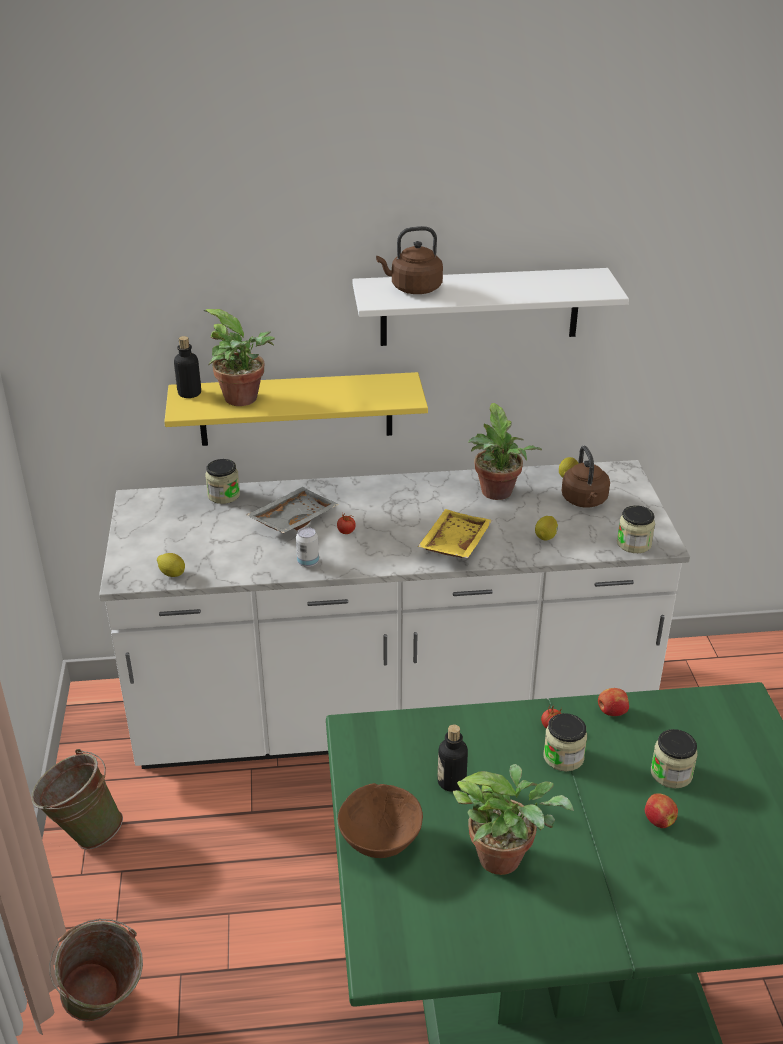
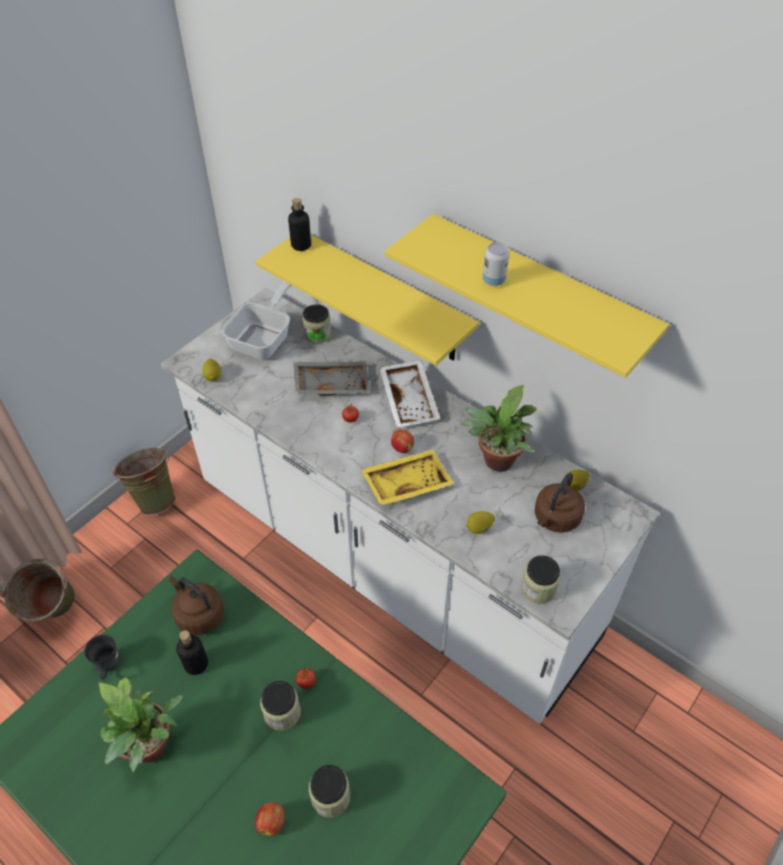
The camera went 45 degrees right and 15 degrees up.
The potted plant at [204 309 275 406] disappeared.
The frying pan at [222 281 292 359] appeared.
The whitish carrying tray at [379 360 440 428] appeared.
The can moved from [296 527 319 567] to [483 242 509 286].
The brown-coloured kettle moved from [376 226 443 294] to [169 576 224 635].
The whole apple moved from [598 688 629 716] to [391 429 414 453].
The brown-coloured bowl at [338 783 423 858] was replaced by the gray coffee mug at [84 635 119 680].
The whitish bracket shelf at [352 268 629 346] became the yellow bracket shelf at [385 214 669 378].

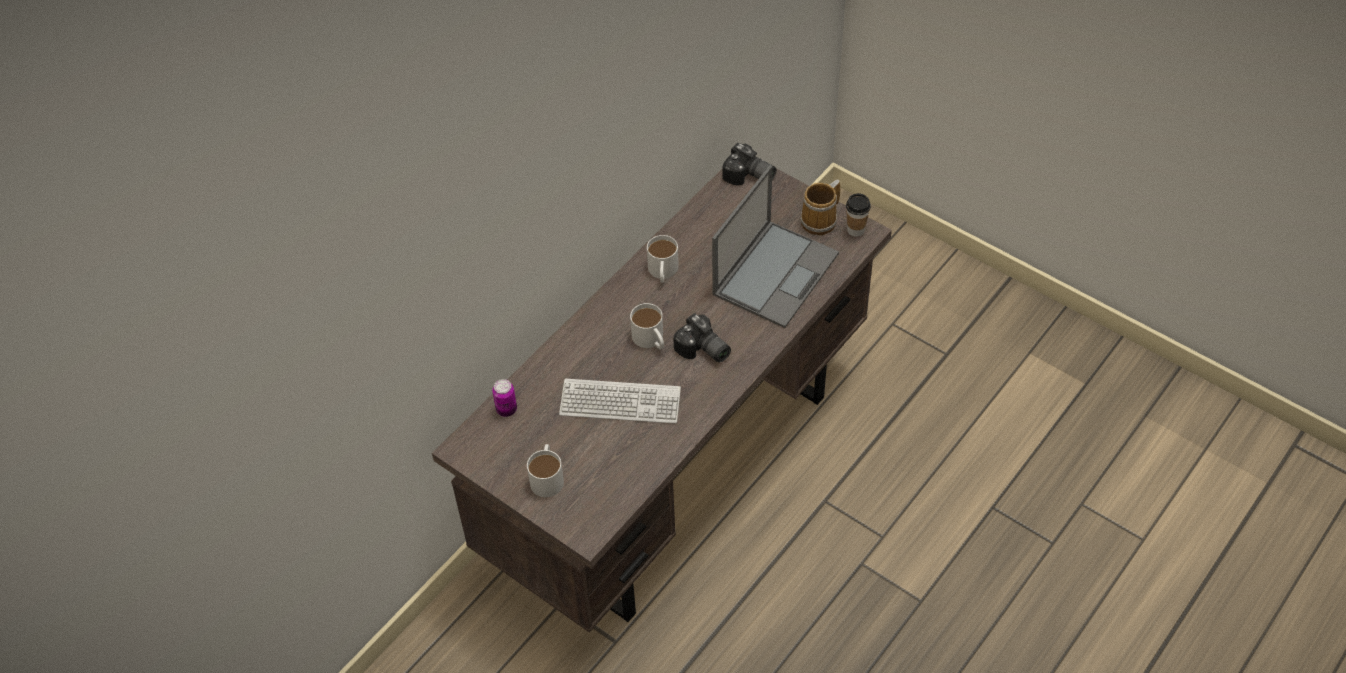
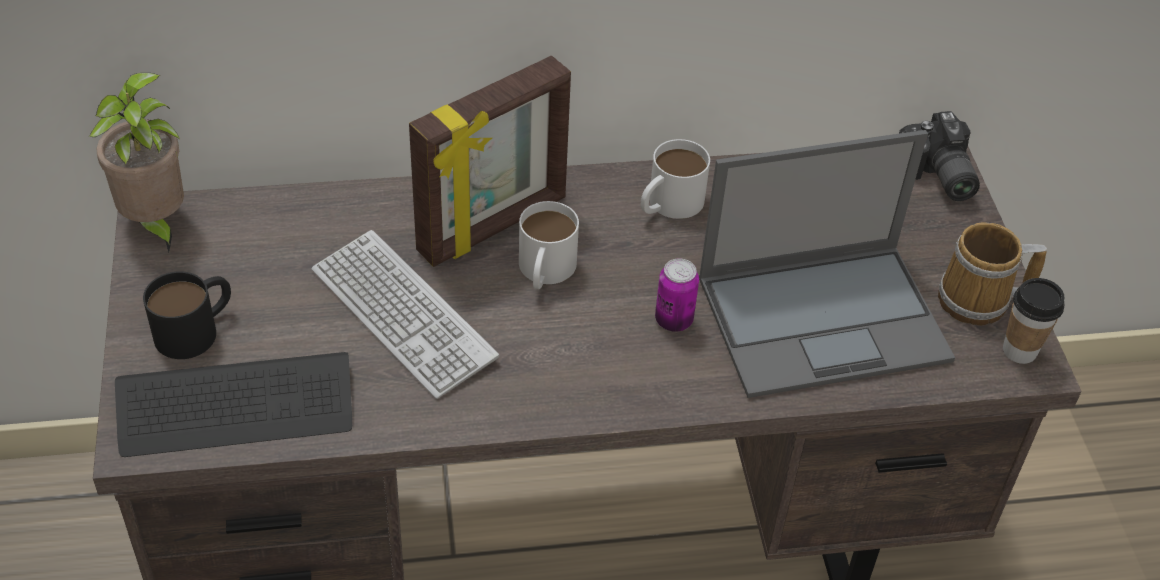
The camera went 40 degrees right and 5 degrees down.
The still camera at [673 313 731 362] disappeared.
The potted plant at [89 73 184 253] appeared.
The keyboard at [115 352 352 457] appeared.
The photo frame at [409 56 571 267] appeared.
The can moved from [492 379 517 417] to [655 258 699 332].
The whitish coffee mug at [527 444 564 497] became the black coffee mug at [143 271 231 359].

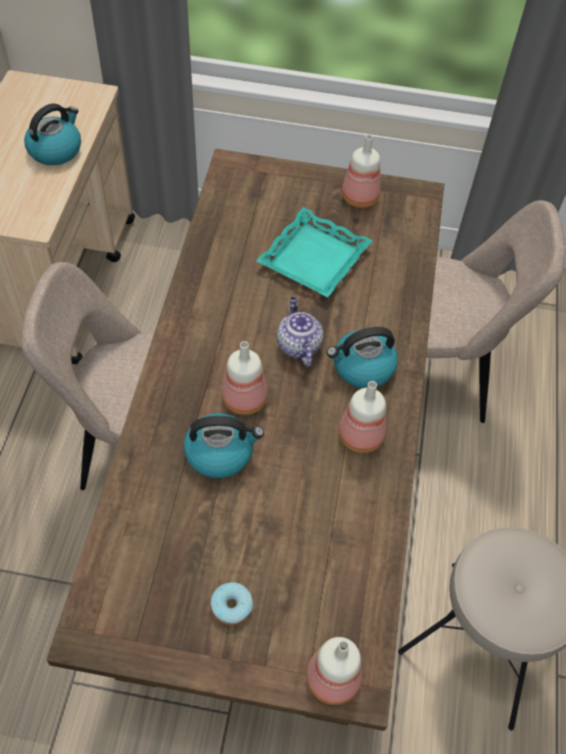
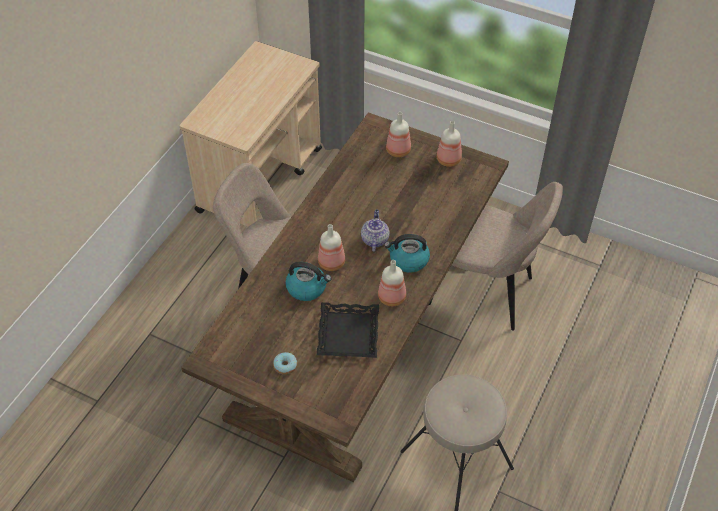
The camera went 20 degrees right and 5 degrees down.
The kettle at [24 103 81 165] disappeared.
The turquoise-coloured carrying tray at [256 207 373 297] disappeared.
The black carrying tray at [316 302 379 358] appeared.
The beverage bottle moved from [306 637 362 705] to [386 112 411 157].

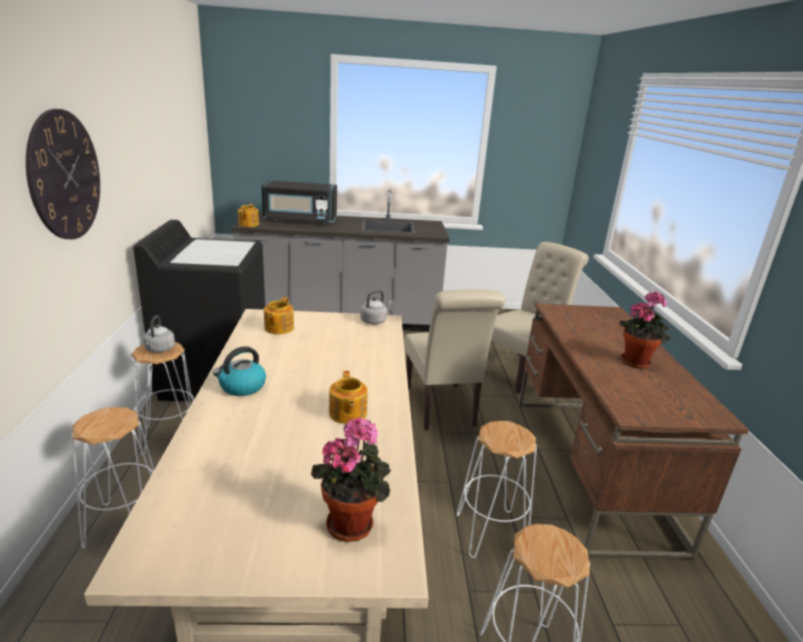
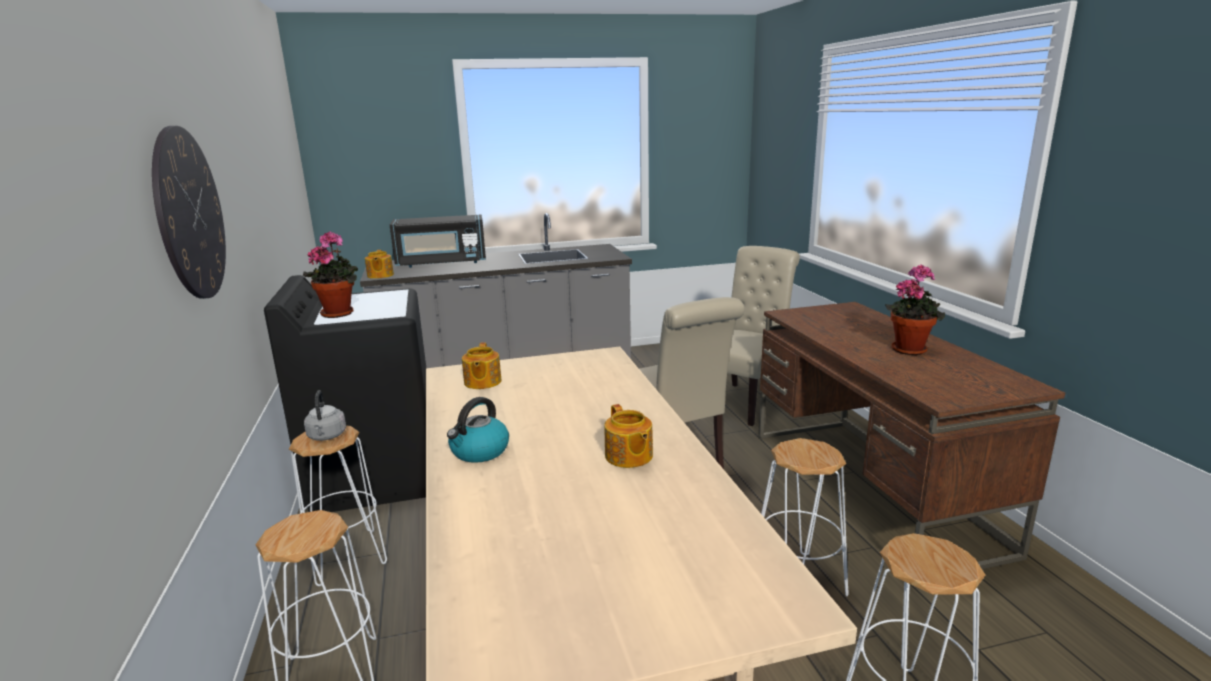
The camera went 10 degrees left and 5 degrees down.
The gray kettle at [360 290 392 324] disappeared.
The potted plant moved from [311 416 391 542] to [303 231 358 318].

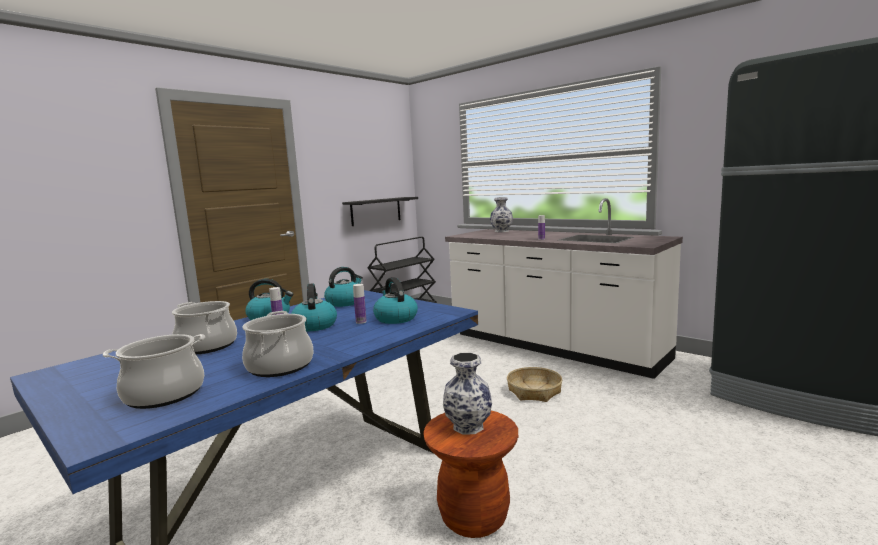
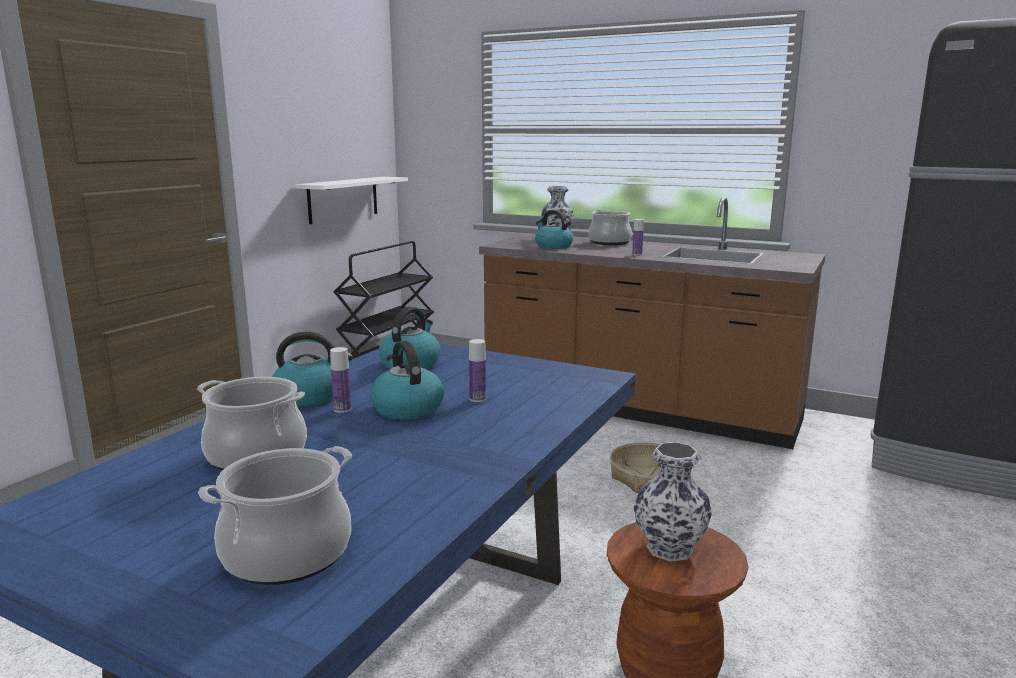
The camera went 15 degrees left and 5 degrees up.
The cooking pot moved from [242 311 314 377] to [588 210 632 245].
The kettle moved from [373 277 418 324] to [535 210 573 249].
The black bracket shelf at [342 197 418 226] became the whitish bracket shelf at [296 177 408 224].
The whitish kitchen counter at [445 198 683 379] became the brown-coloured kitchen counter at [479 197 826 449].

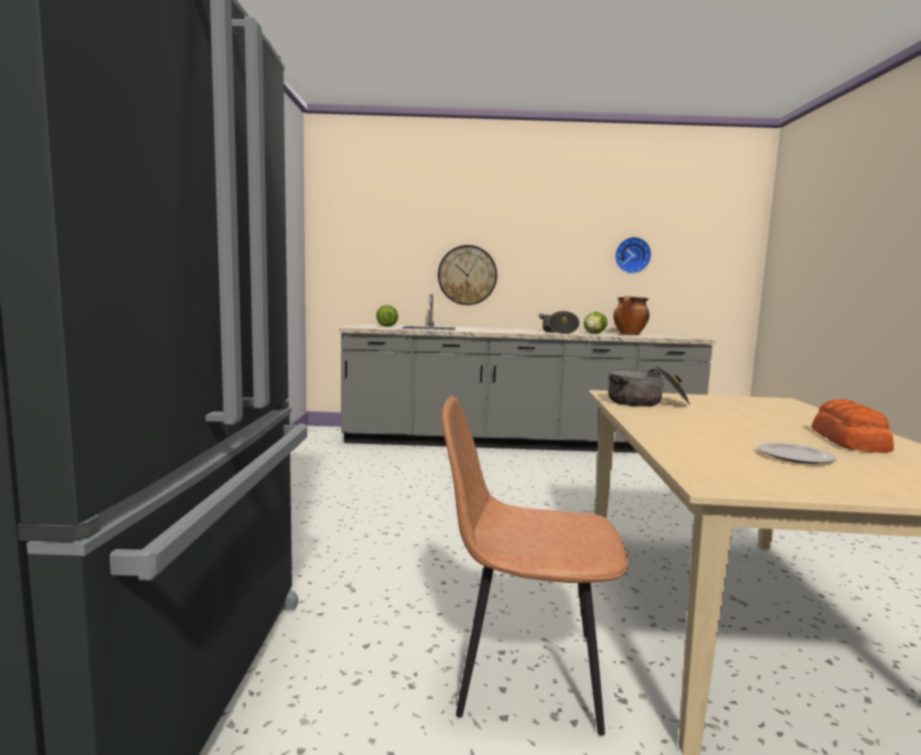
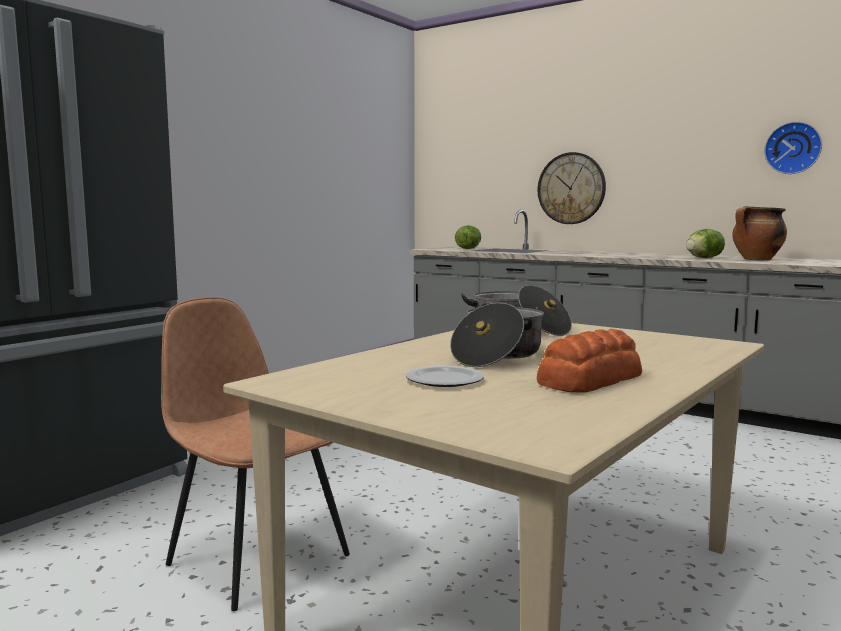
The camera went 35 degrees right and 0 degrees up.
The cooking pot moved from [539 311 579 334] to [450 303 544 367].

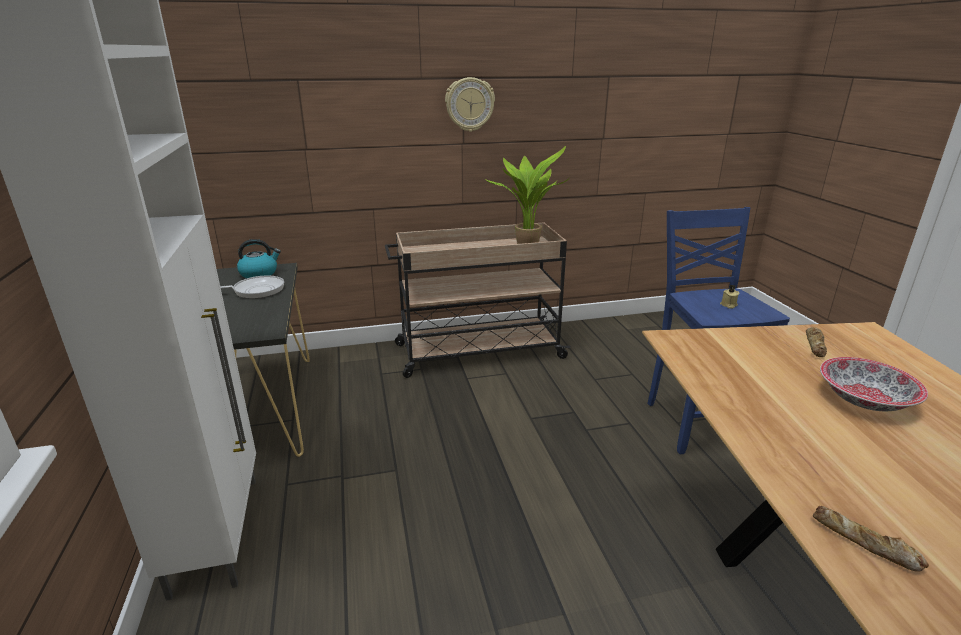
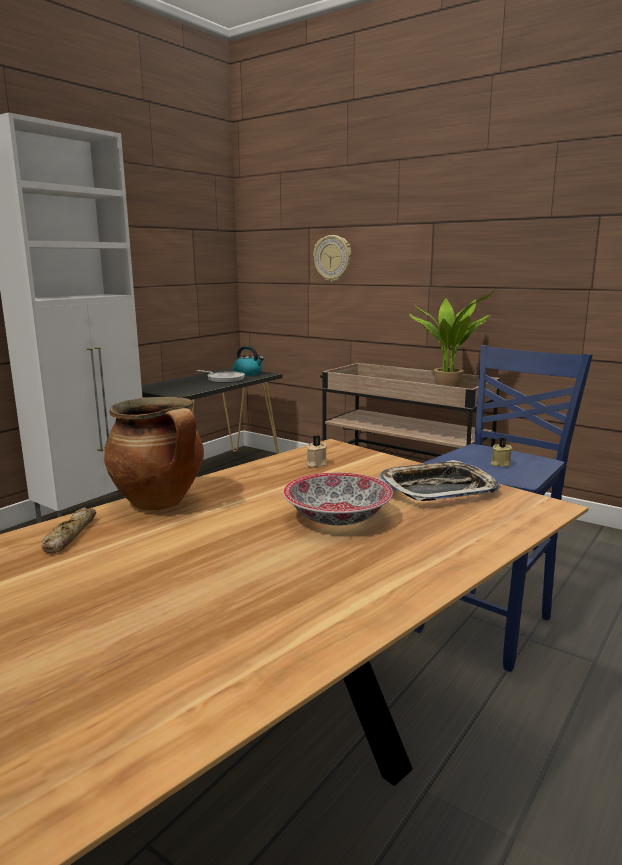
The camera went 50 degrees right and 10 degrees down.
The cooking pot at [104 397 204 511] appeared.
The beige wax candle at [307 435 327 468] appeared.
The hanging clock moved from [445 77 495 132] to [313 235 351 282].
The baked bread at [806 327 827 357] was replaced by the carrying tray at [378 460 501 501].

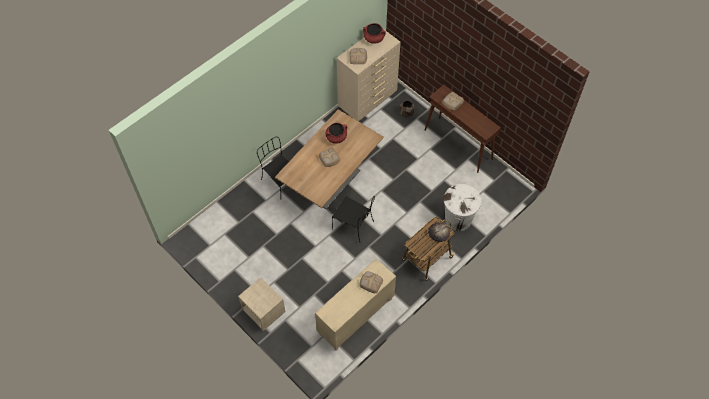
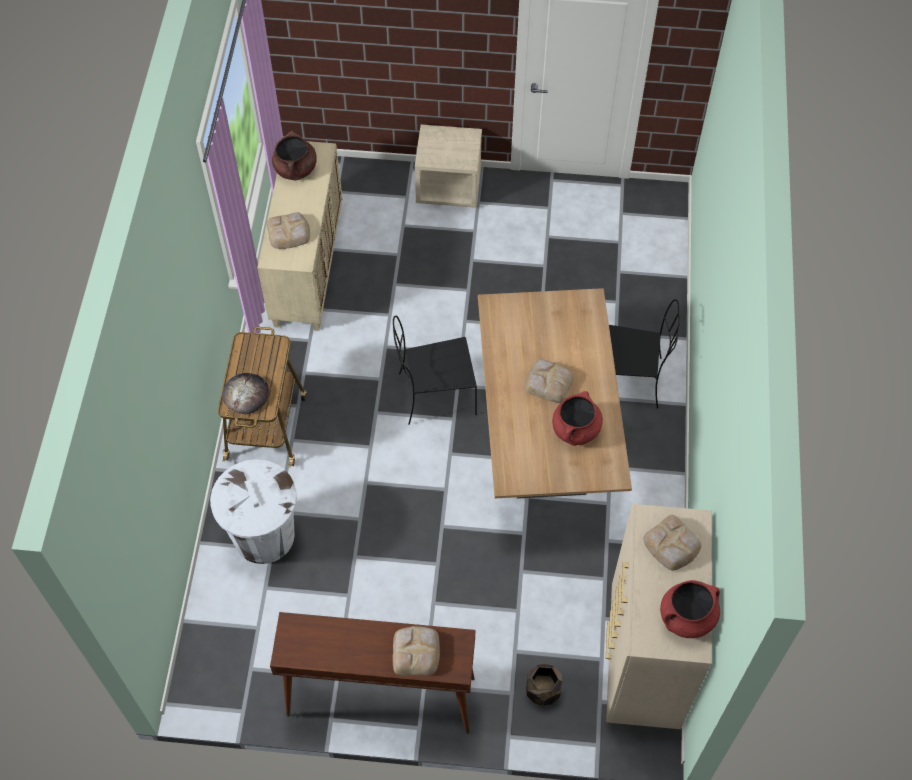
The camera went 140 degrees right and 0 degrees up.
The brown-coloured cooking pot at [272 131 317 181] appeared.

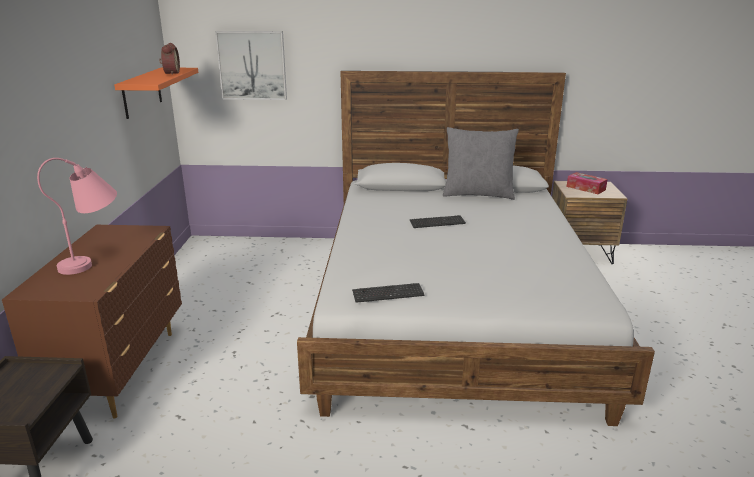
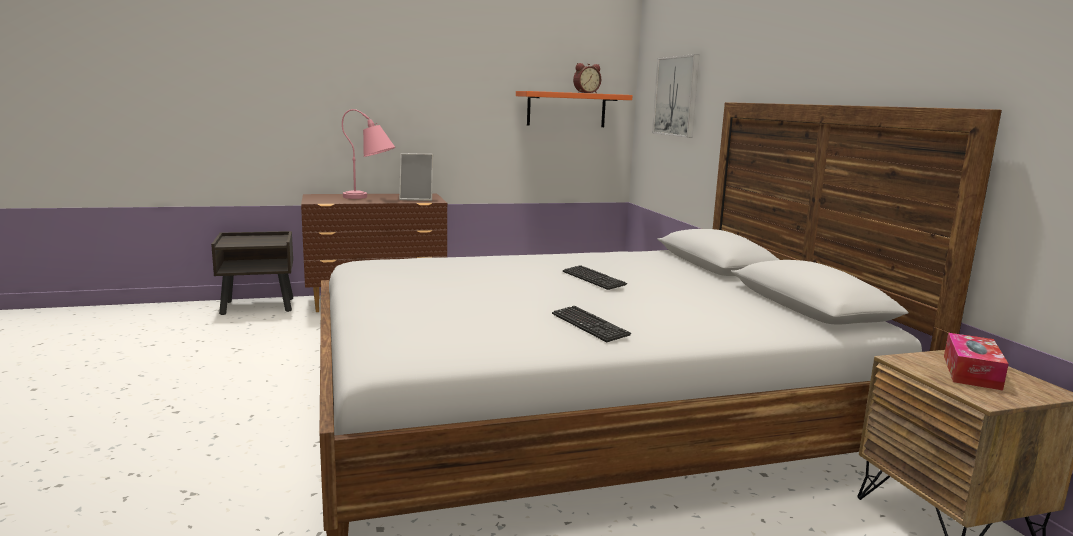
The camera went 70 degrees right and 10 degrees down.
The gray pillow at [443 127 519 200] disappeared.
The photo frame at [399 153 433 201] appeared.
The keyboard moved from [352 283 424 303] to [552 306 631 342].

